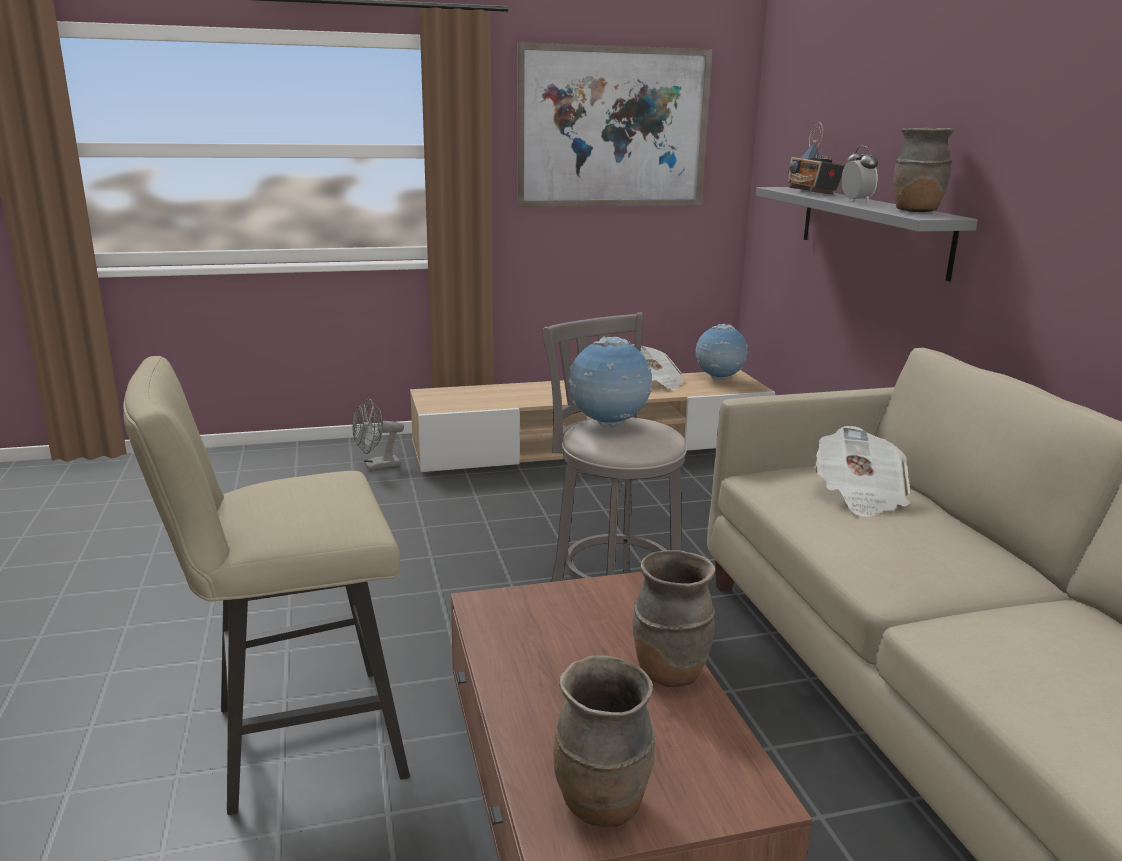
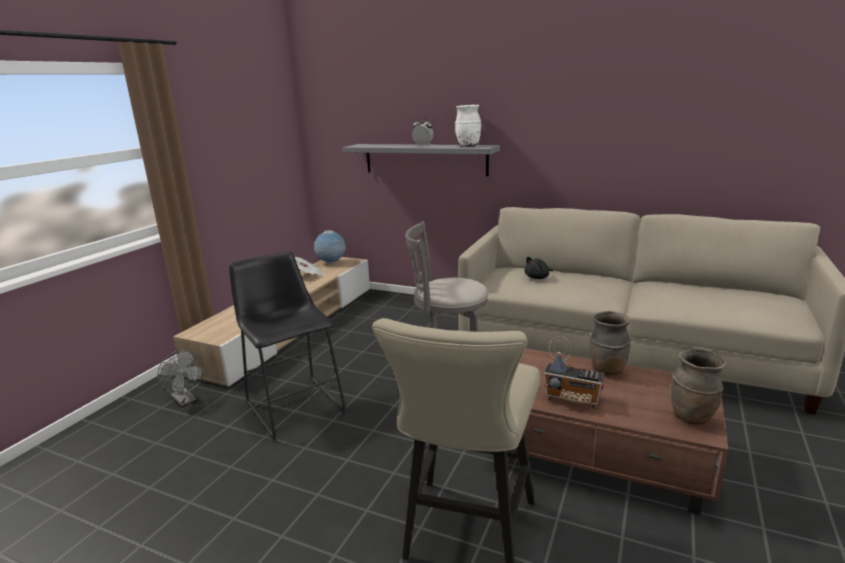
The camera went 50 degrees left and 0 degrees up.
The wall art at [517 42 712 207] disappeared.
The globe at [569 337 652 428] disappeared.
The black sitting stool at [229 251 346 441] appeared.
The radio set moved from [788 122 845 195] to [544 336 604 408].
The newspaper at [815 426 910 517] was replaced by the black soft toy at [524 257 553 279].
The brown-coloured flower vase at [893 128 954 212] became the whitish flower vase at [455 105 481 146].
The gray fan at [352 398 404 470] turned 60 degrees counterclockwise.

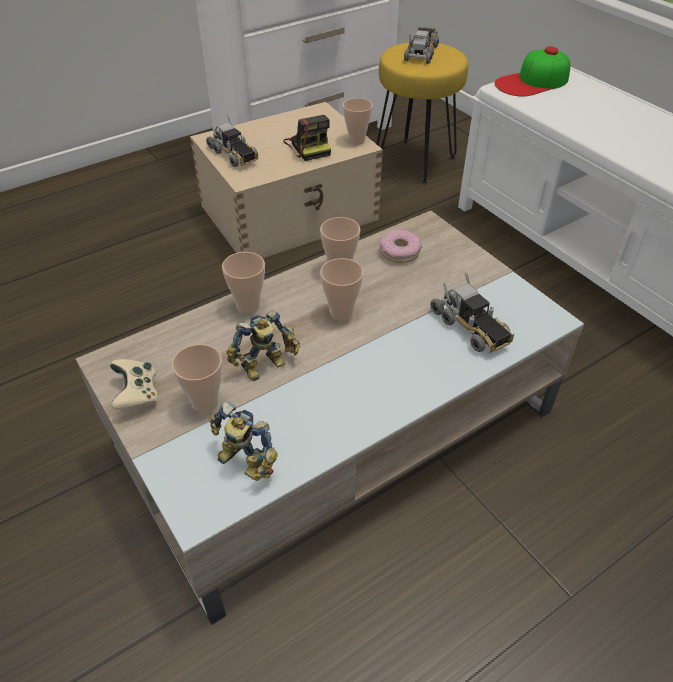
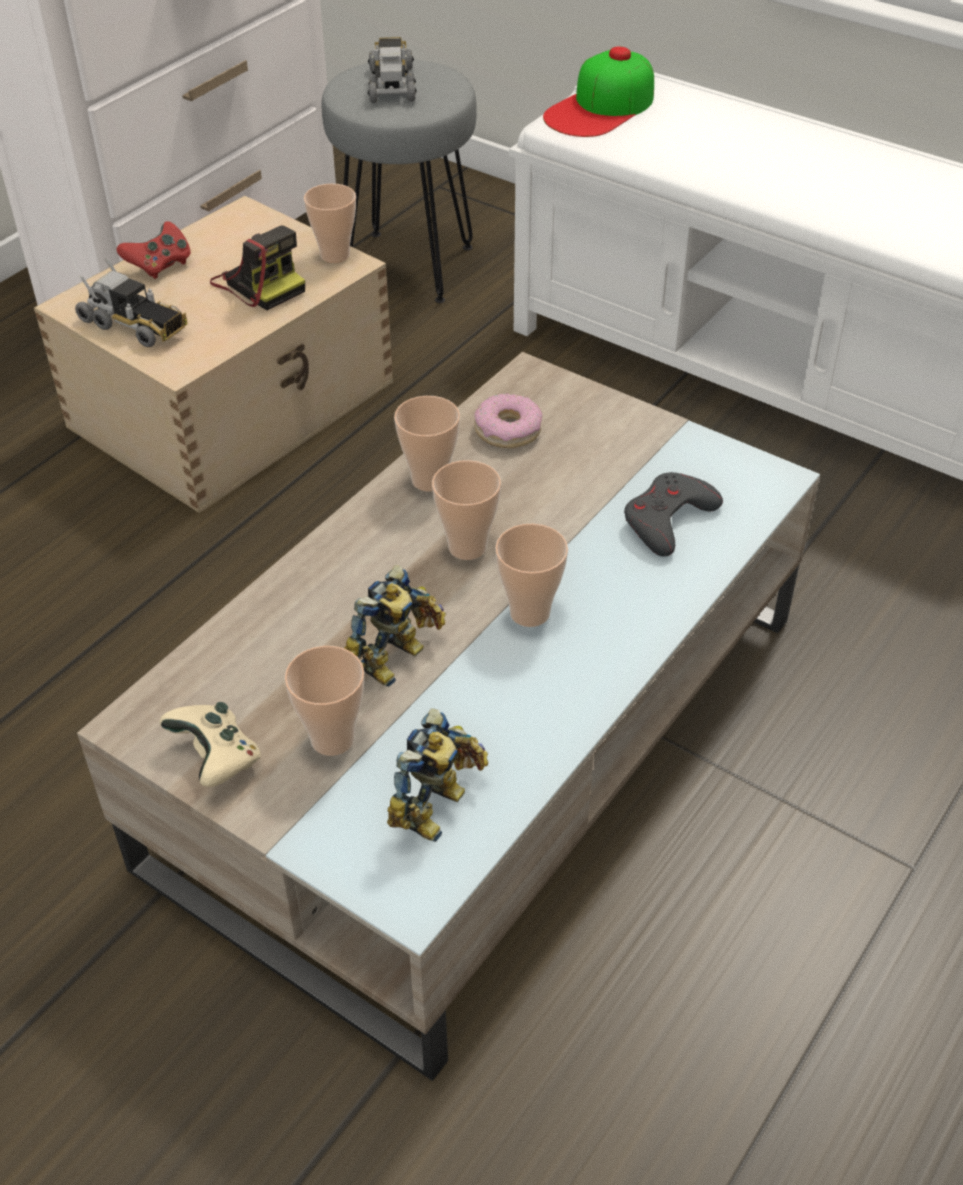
The camera went 20 degrees left and 0 degrees up.
The red-coloured game controller at [117 221 191 279] appeared.
The small cup moved from [222 252 265 313] to [495 523 568 627].
The toy truck at [430 272 514 353] was replaced by the gray game controller at [624 472 723 557].
The yellow sitting stool at [376 42 468 184] became the gray sitting stool at [322 60 477 303].
The toy robot at [209 402 278 481] turned 75 degrees counterclockwise.

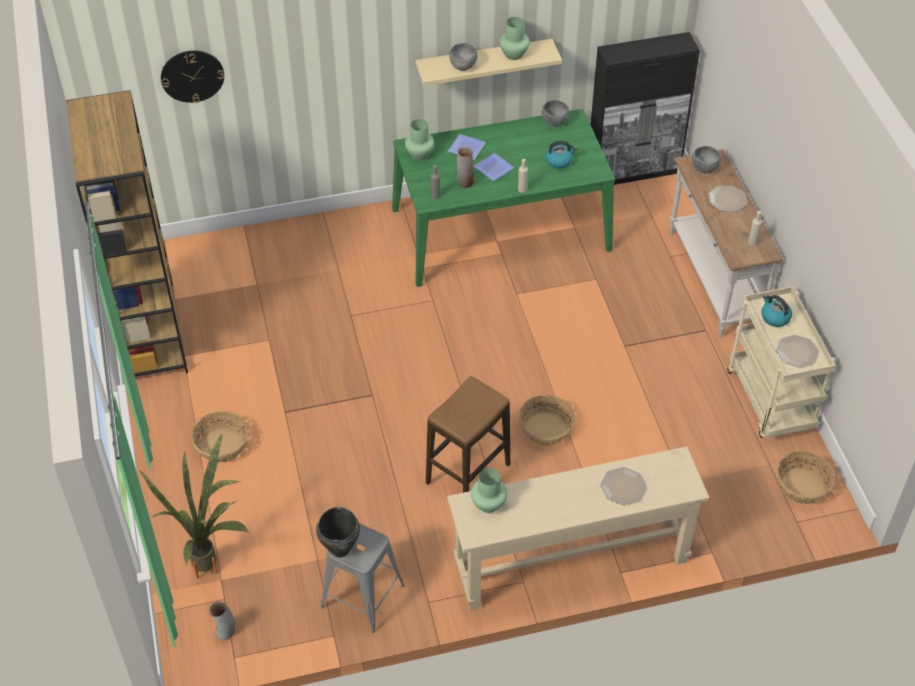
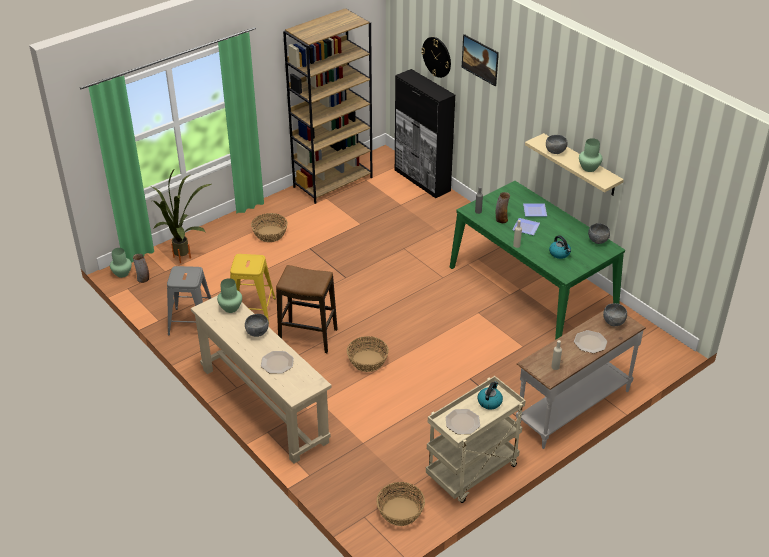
The camera went 65 degrees right and 10 degrees down.
The black cooking pot at [316 507 360 557] disappeared.
The yellow sitting stool at [230 254 276 322] appeared.
The gray bowl at [245 314 269 337] appeared.
The wall art at [462 34 499 86] appeared.
The greenish flower vase moved from [405 119 434 160] to [110 248 132 278].
The black storage cabinet moved from [591 32 700 185] to [395 69 455 198].

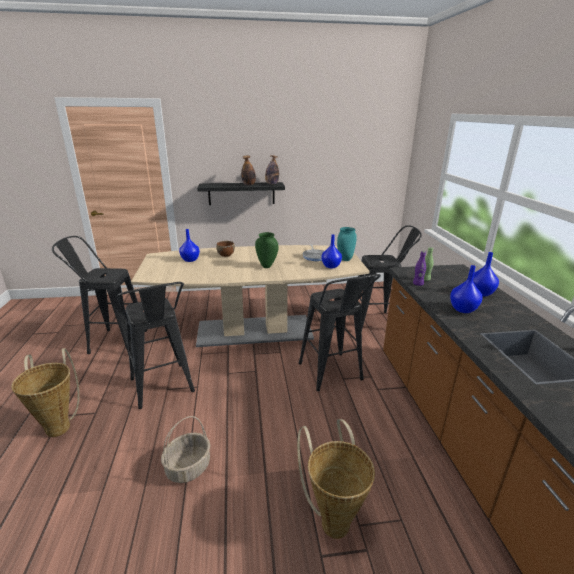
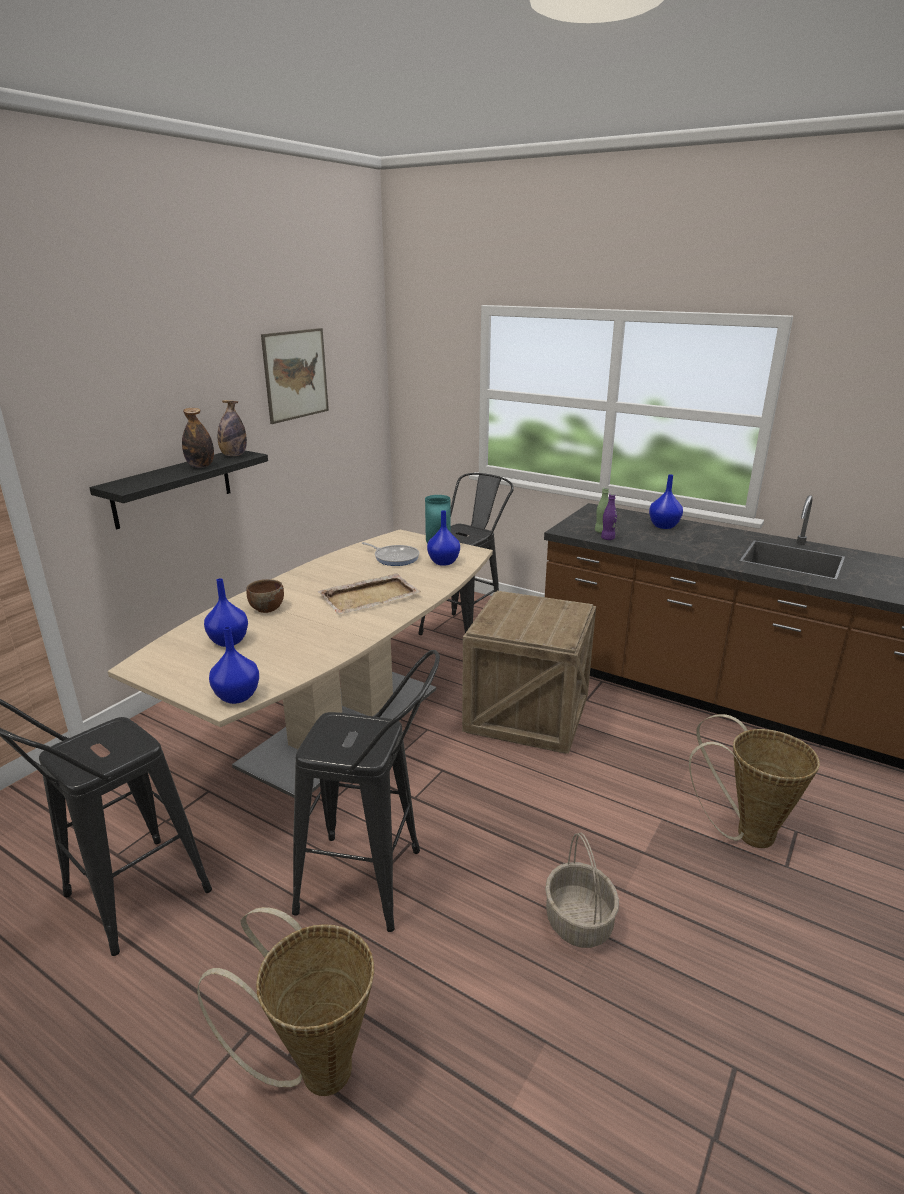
The camera went 50 degrees left and 0 degrees up.
The wall art at [261 328 329 424] appeared.
The blue flower vase moved from [450 265 482 313] to [209 626 259 704].
The greenish flower vase at [255 232 278 268] was replaced by the beige carrying tray at [318 573 421 615].
The black sitting stool at [299 274 381 391] was replaced by the shipping crate at [462 591 596 754].

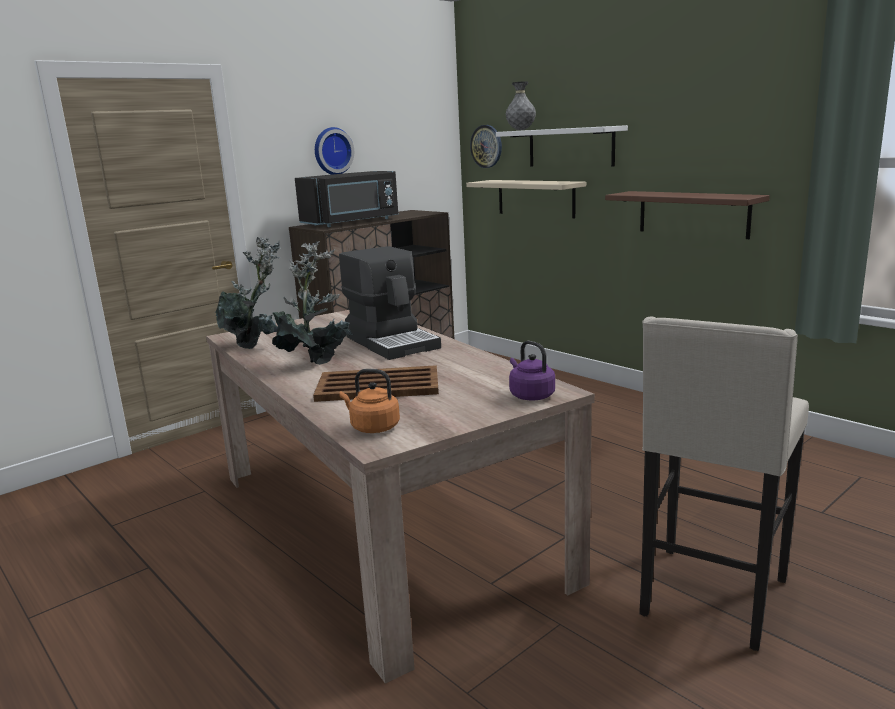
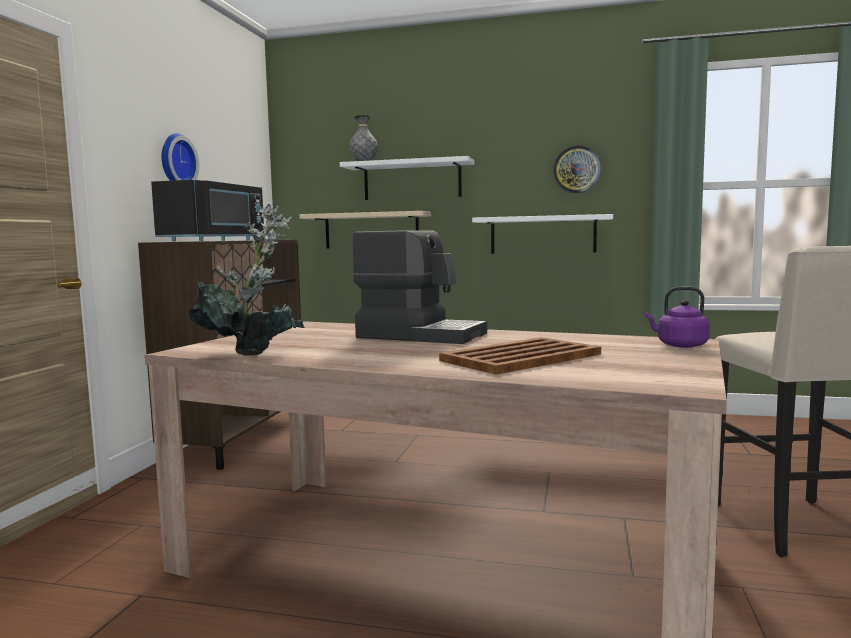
The camera went 35 degrees left and 10 degrees down.
The potted plant at [272 241 353 364] disappeared.
The orange kettle at [339 369 400 433] disappeared.
The hanging clock moved from [470 125 502 168] to [553 145 601 193].
The brown-coloured bracket shelf at [605 191 770 239] became the whitish bracket shelf at [472 214 613 254].

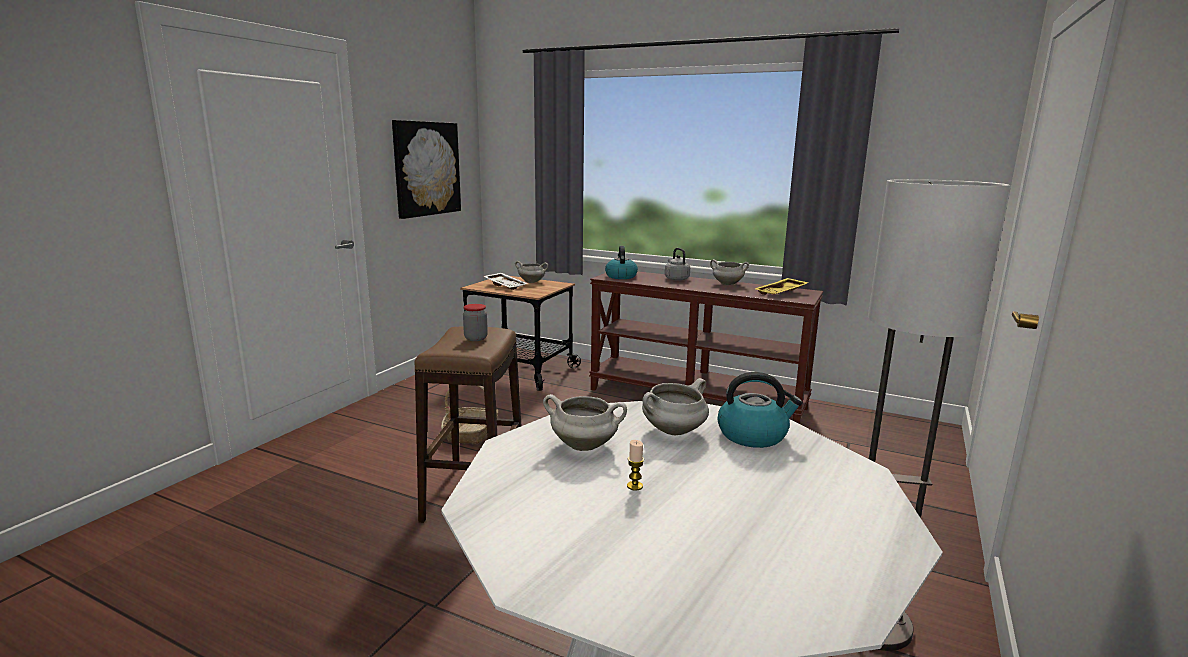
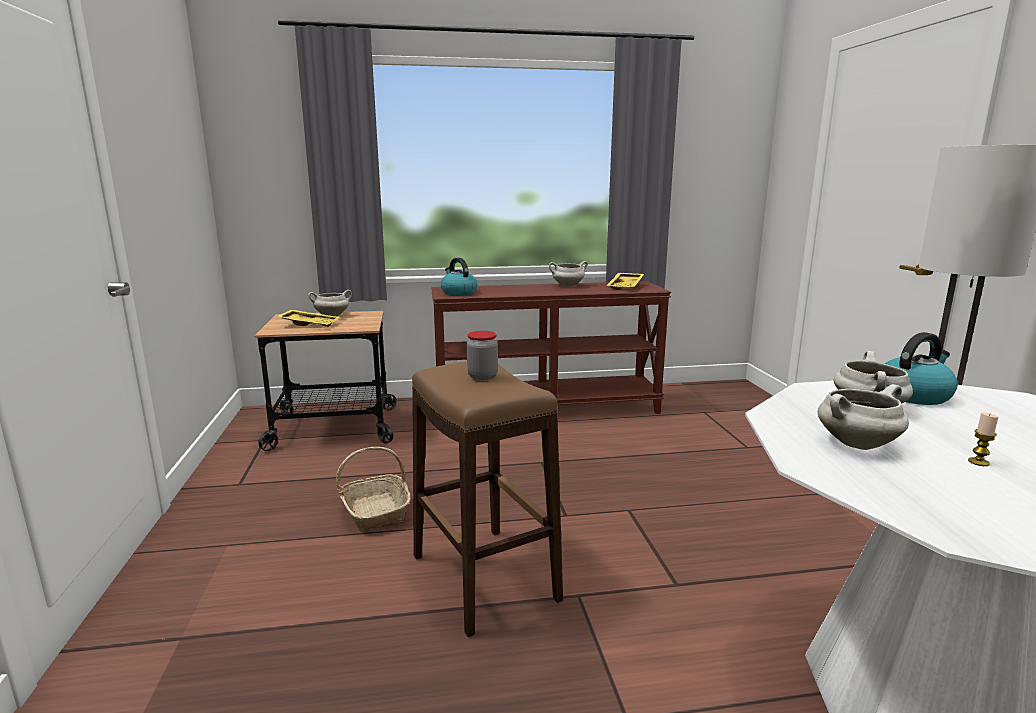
The camera went 35 degrees left and 0 degrees up.
The wall art at [392 120 461 219] disappeared.
The gray kettle at [665 248 690 280] disappeared.
The whitish carrying tray at [484 273 528 290] became the yellow carrying tray at [277 309 340 327].

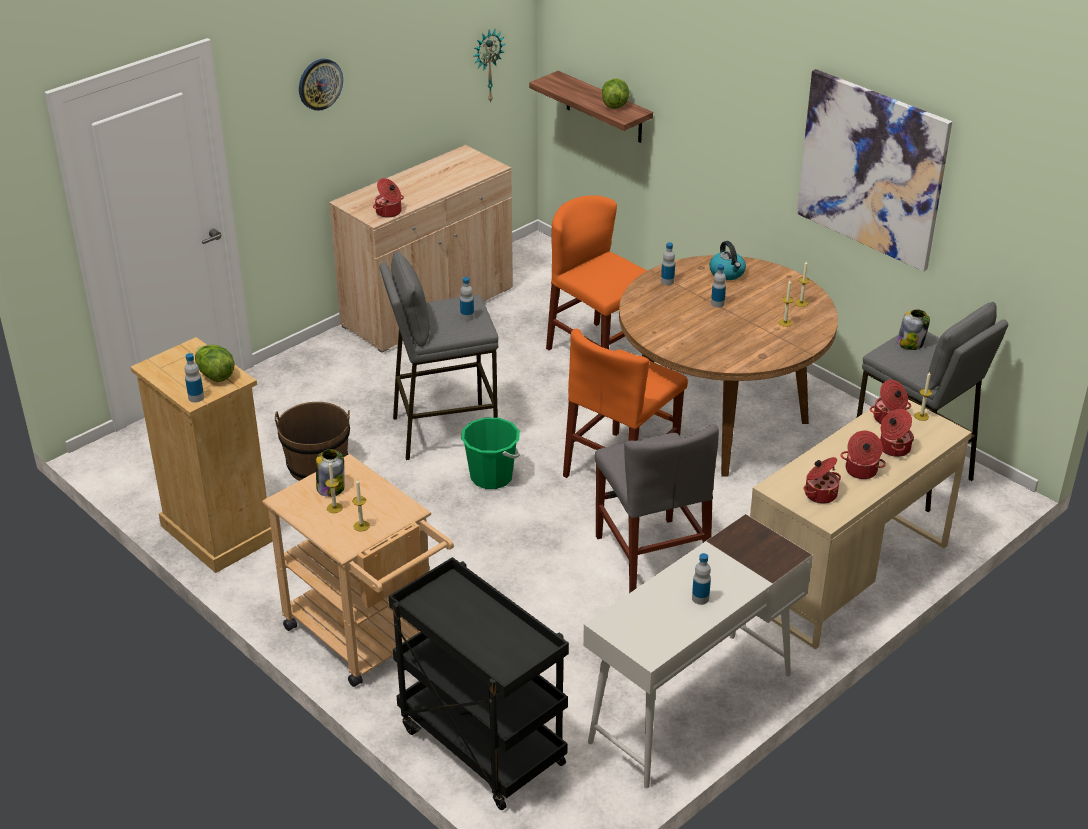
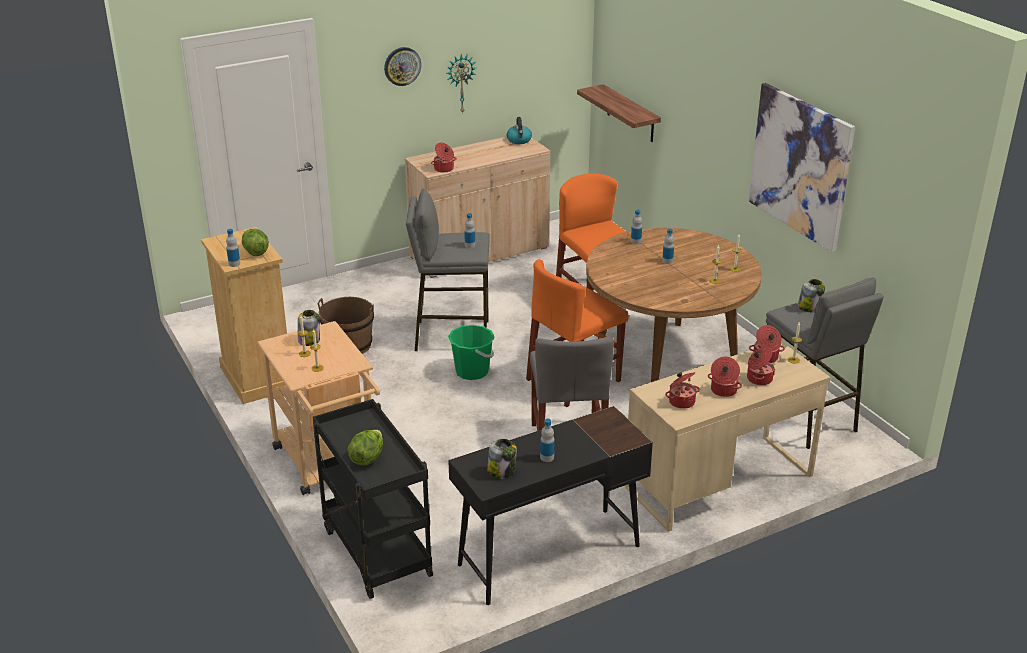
The camera went 15 degrees right and 5 degrees down.
The jar at [487 439 517 479] appeared.
The hanging clock moved from [474 28 505 103] to [446 54 476 114].
The head of lettuce moved from [602 79 629 109] to [348 430 383 466].
The kettle moved from [709 241 746 280] to [507 117 532 144].
The whitish desk table at [583 514 813 788] became the black desk table at [448 406 653 605].

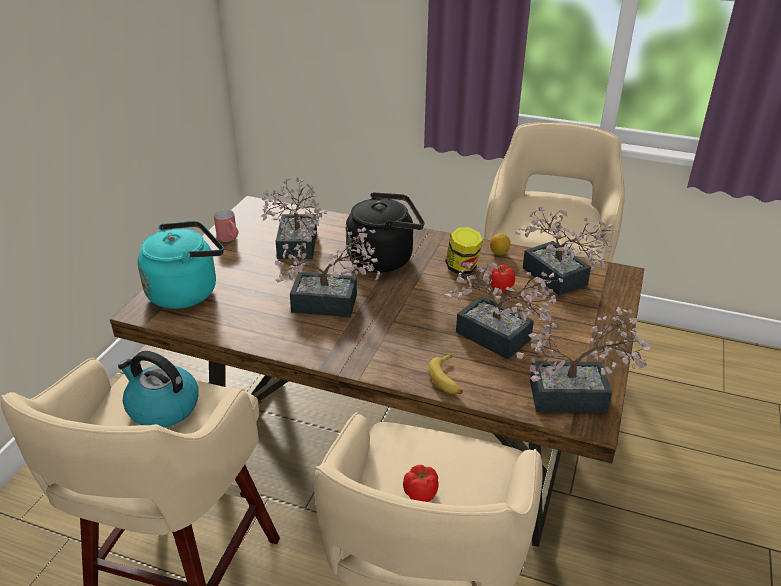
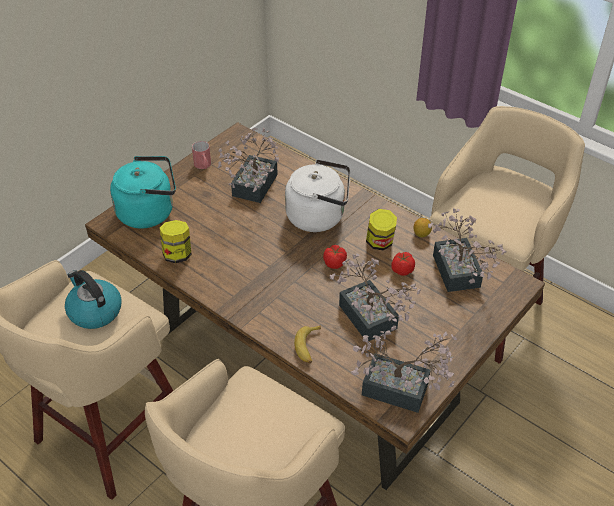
The camera went 20 degrees right and 10 degrees up.
The potted plant at [275 227 380 317] disappeared.
The jar at [160 220 192 263] appeared.
The fresh tomato moved from [403 465 439 502] to [323 245 347 269].
The black kettle at [346 192 424 273] became the whitish kettle at [285 159 350 232].

